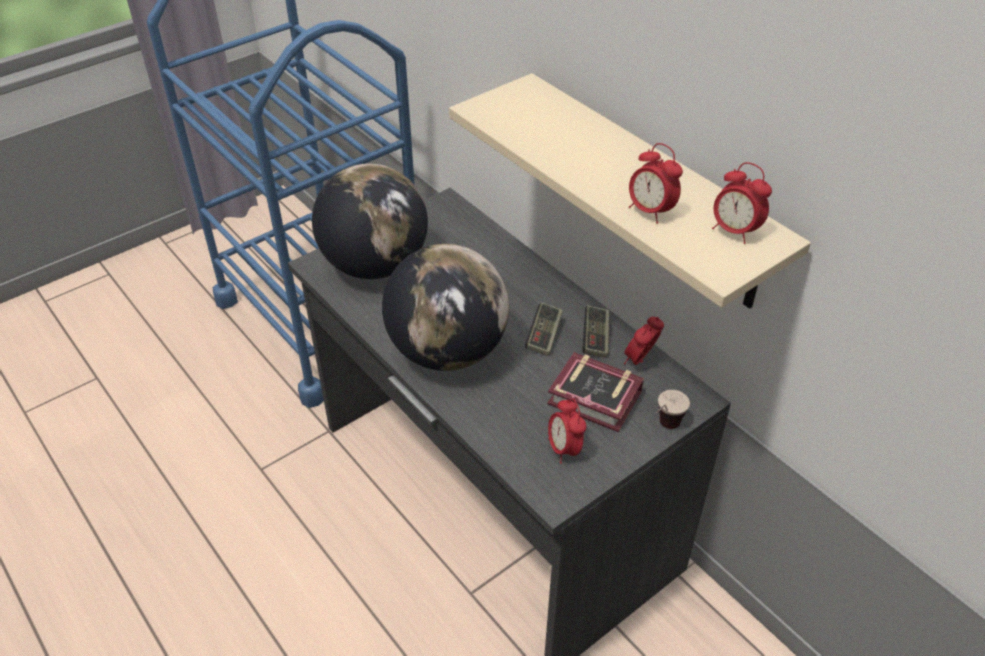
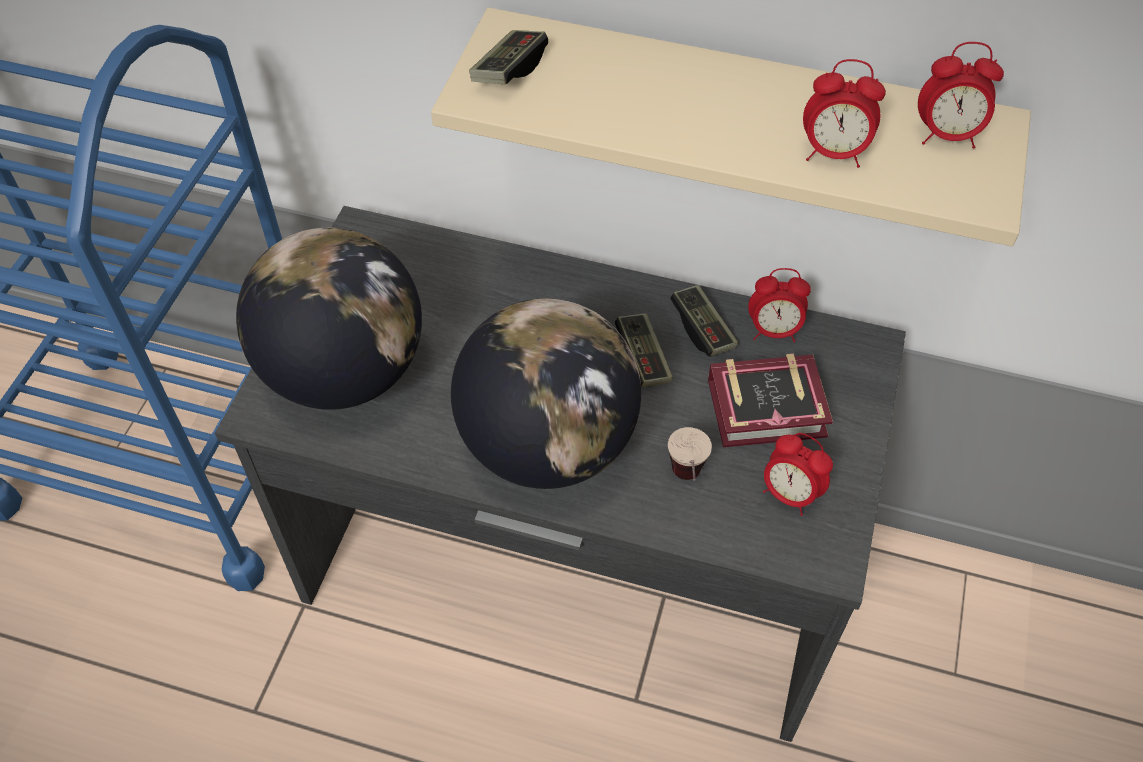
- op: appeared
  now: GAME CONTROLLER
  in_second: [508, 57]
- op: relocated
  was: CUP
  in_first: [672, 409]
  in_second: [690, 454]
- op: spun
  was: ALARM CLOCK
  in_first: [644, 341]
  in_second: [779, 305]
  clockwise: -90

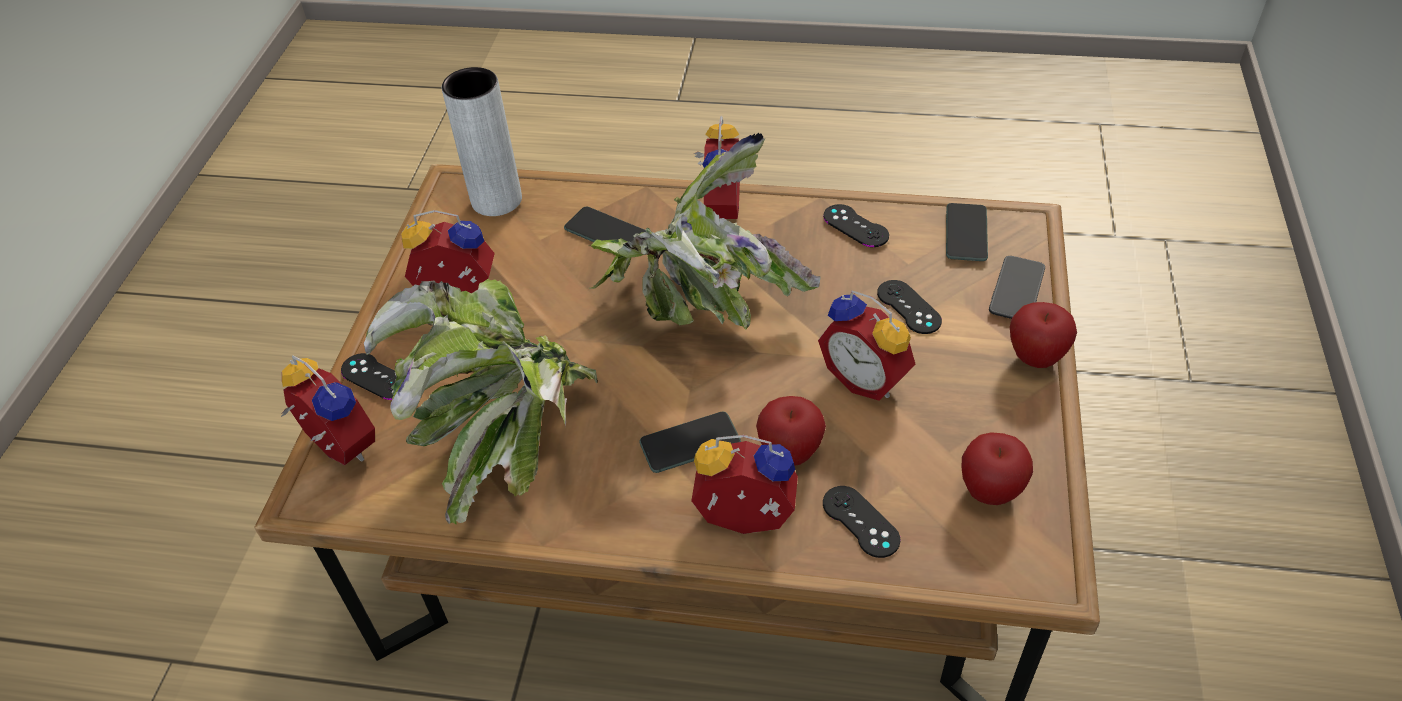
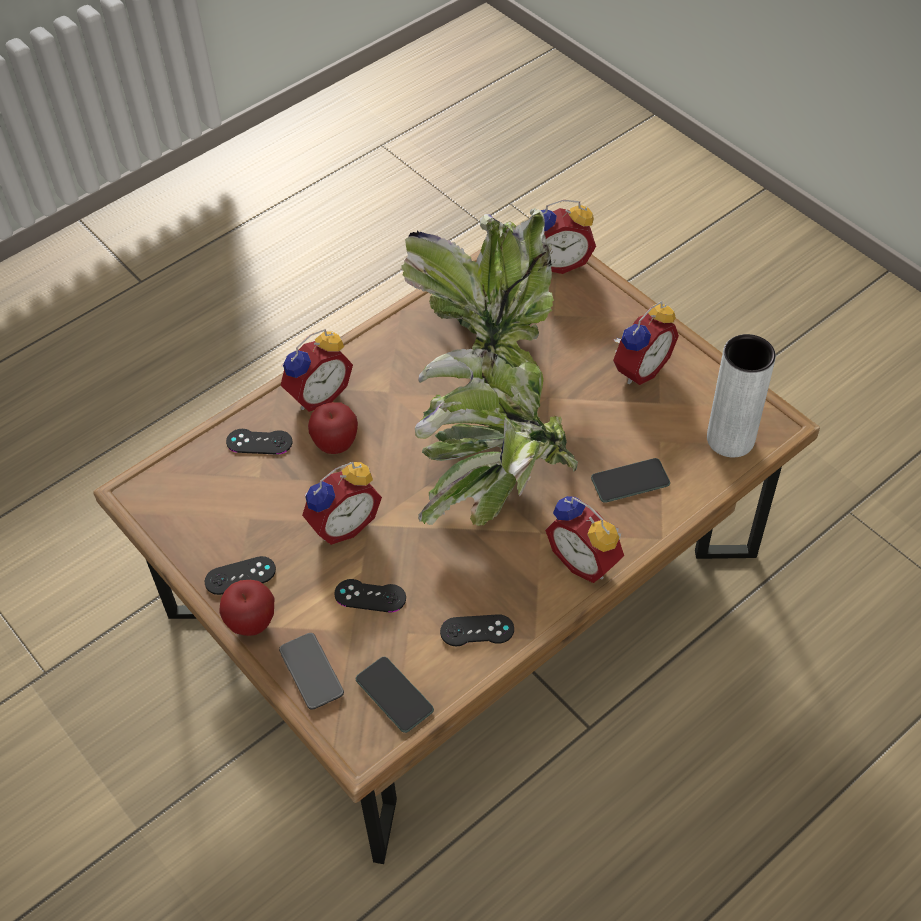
- op: missing
  was: PHONE
  in_first: [690, 442]
- op: missing
  was: APPLE
  in_first: [997, 468]
- op: relocated
  was: BLACK GAME CONTROLLER
  in_first: [369, 376]
  in_second: [240, 575]
- op: spun
  was: ALARM CLOCK
  in_first: [867, 345]
  in_second: [342, 503]
  clockwise: 150

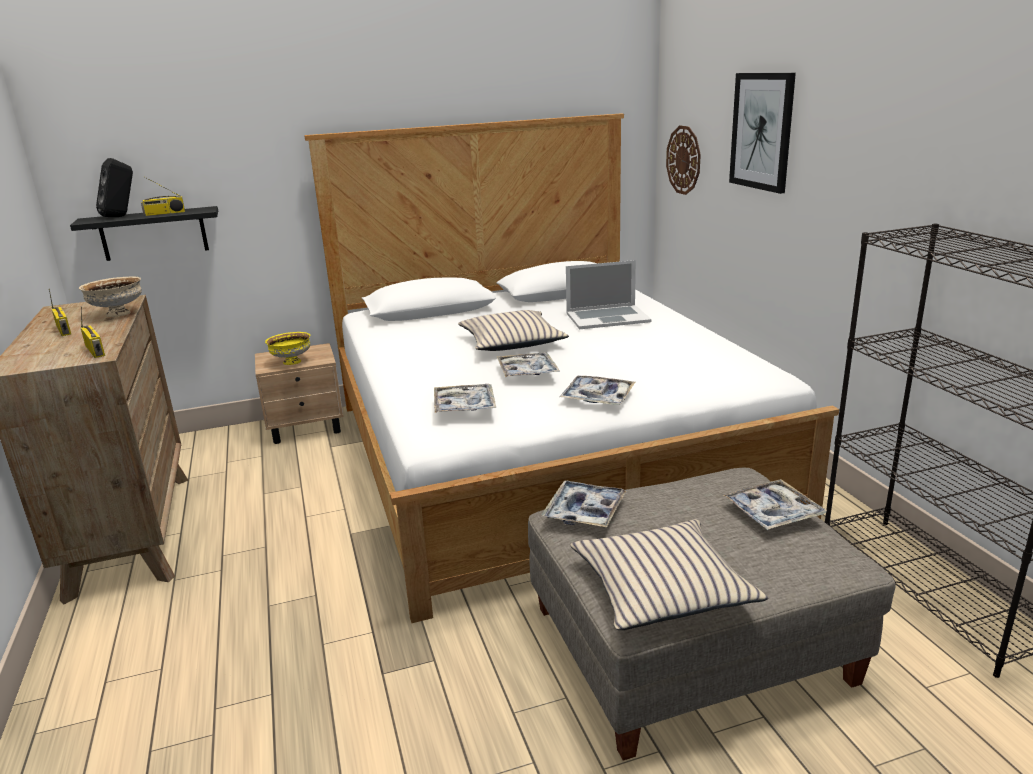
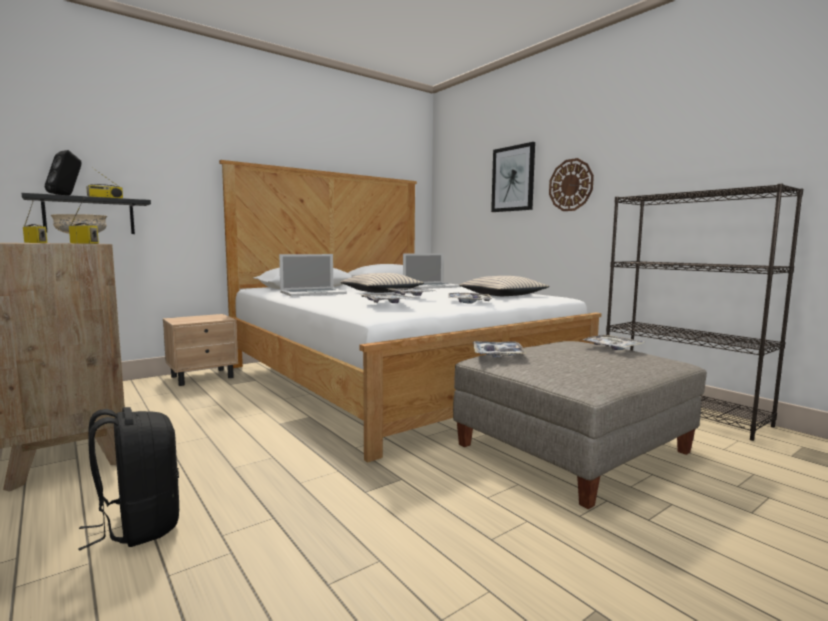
- op: missing
  was: YELLOW BOWL
  in_first: [287, 348]
- op: appeared
  now: BLACK BACKPACK
  in_second: [128, 479]
- op: appeared
  now: LAPTOP
  in_second: [313, 275]
- op: relocated
  was: BEIGE PILLOW
  in_first: [669, 574]
  in_second: [504, 286]
- op: relocated
  was: WALL CLOCK
  in_first: [683, 160]
  in_second: [571, 184]

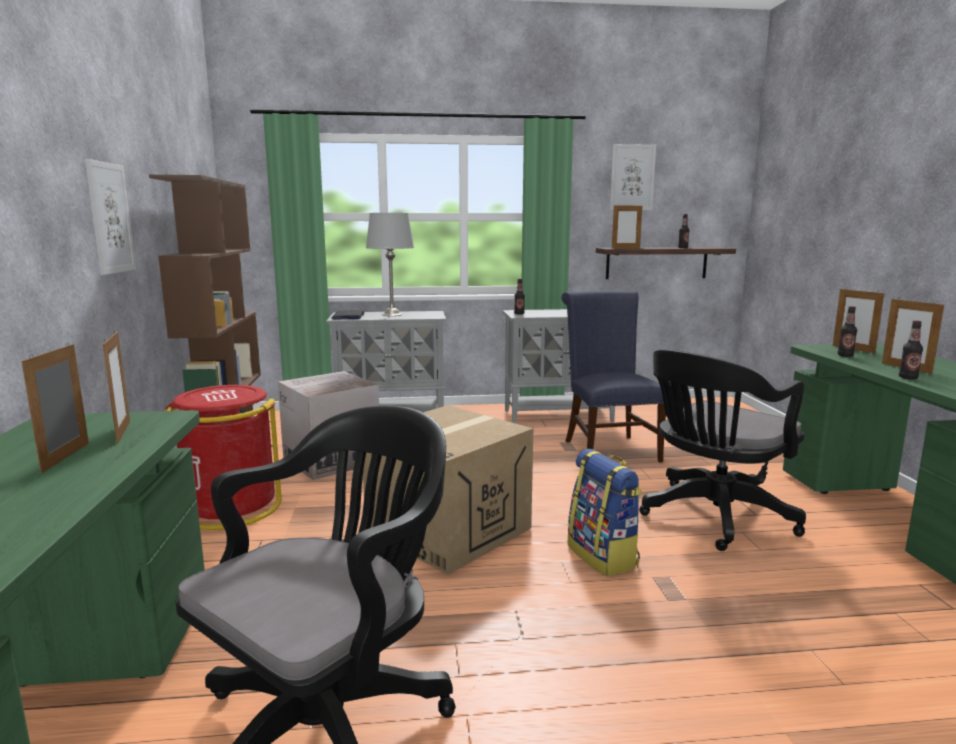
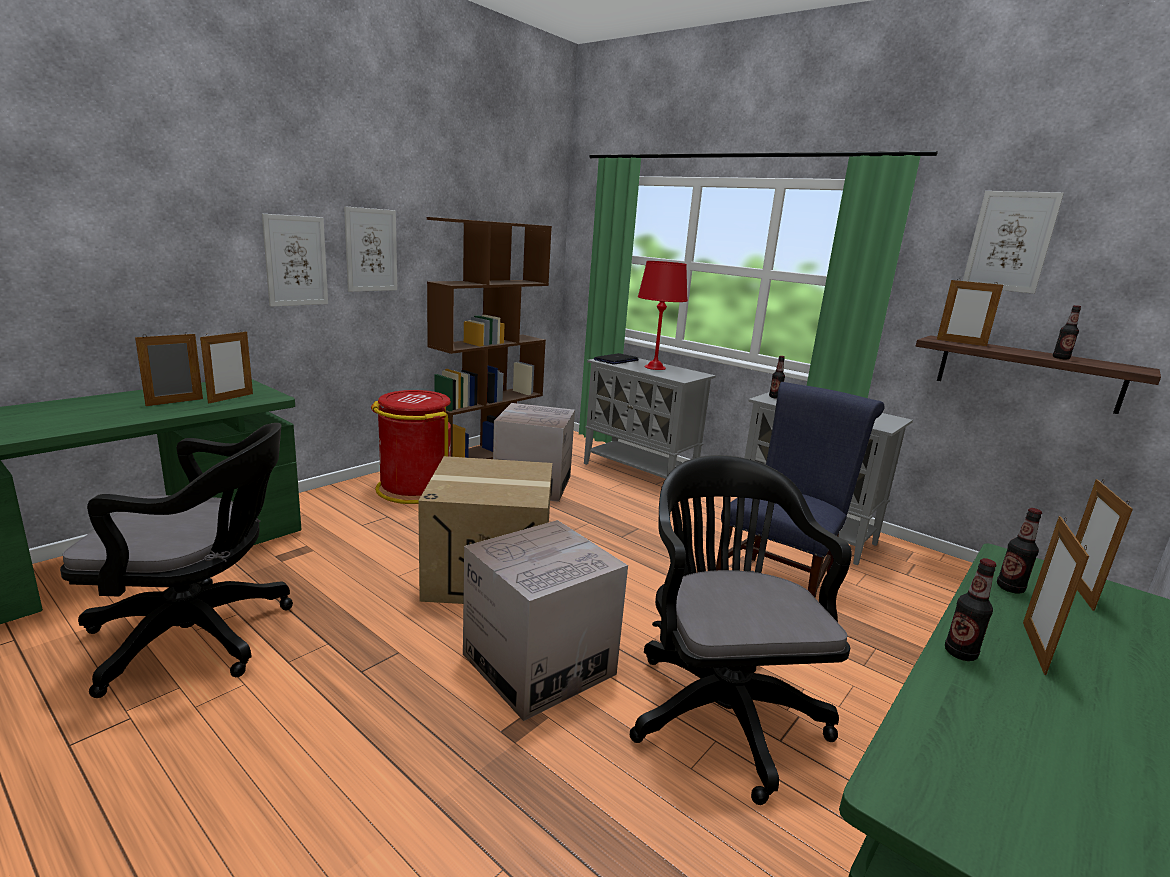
- op: appeared
  now: PICTURE
  in_second: [295, 260]
- op: exchanged
  was: BACKPACK
  now: CARDBOARD BOX
  in_first: [604, 513]
  in_second: [545, 620]
- op: colour
  was: GREY TABLE LAMP
  now: RED TABLE LAMP
  in_first: [390, 264]
  in_second: [663, 315]
- op: spun
  was: BLACK OFFICE CHAIR
  in_first: [722, 450]
  in_second: [741, 630]
  clockwise: 75

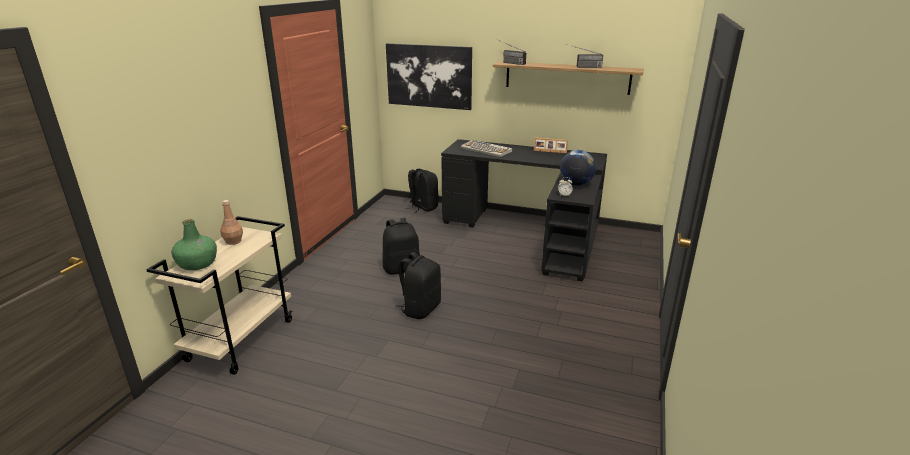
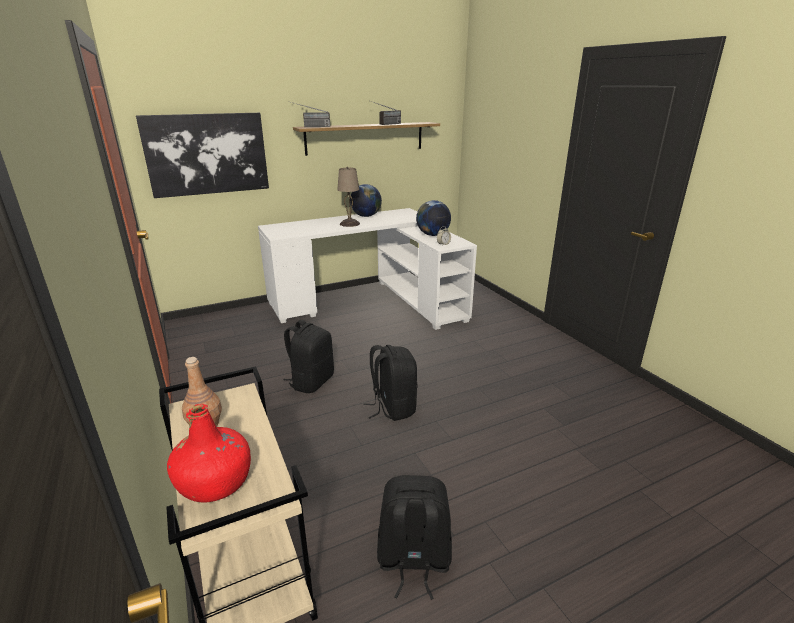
- op: missing
  was: KEYBOARD
  in_first: [486, 148]
- op: appeared
  now: BEIGE TABLE LAMP
  in_second: [348, 197]
- op: relocated
  was: BLACK BACKPACK
  in_first: [422, 191]
  in_second: [414, 537]
- op: exchanged
  was: PICTURE FRAME
  now: GLOBE
  in_first: [551, 145]
  in_second: [366, 200]
- op: colour
  was: GREEN BOTTLE
  now: RED BOTTLE
  in_first: [194, 244]
  in_second: [209, 453]
- op: colour
  was: BLACK DESK
  now: WHITE DESK
  in_first: [524, 210]
  in_second: [367, 269]

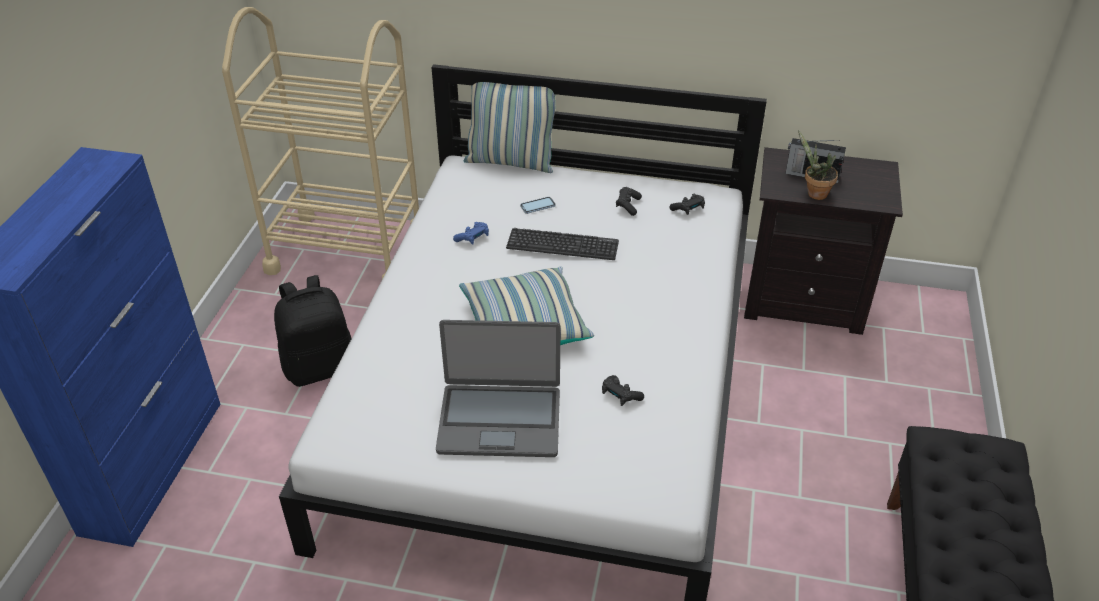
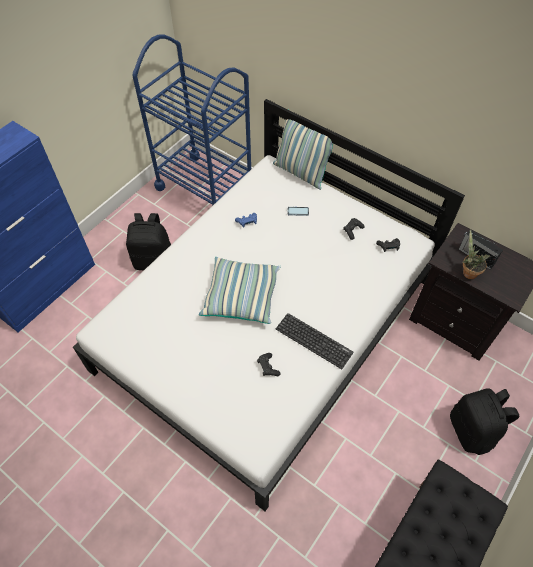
- op: missing
  was: LAPTOP
  in_first: [498, 388]
- op: appeared
  now: BLACK BACKPACK
  in_second: [484, 421]
- op: relocated
  was: KEYBOARD
  in_first: [562, 244]
  in_second: [314, 341]
- op: colour
  was: BEIGE CART
  now: BLUE CART
  in_first: [320, 143]
  in_second: [191, 120]

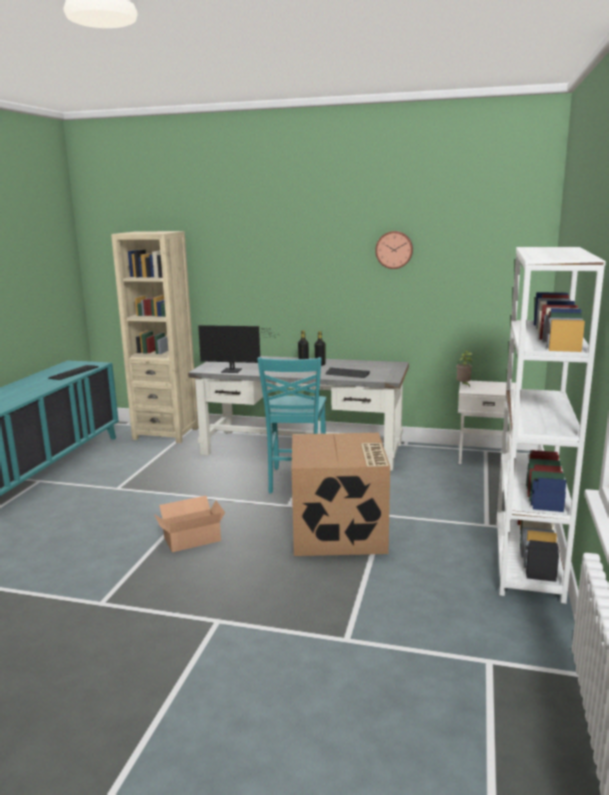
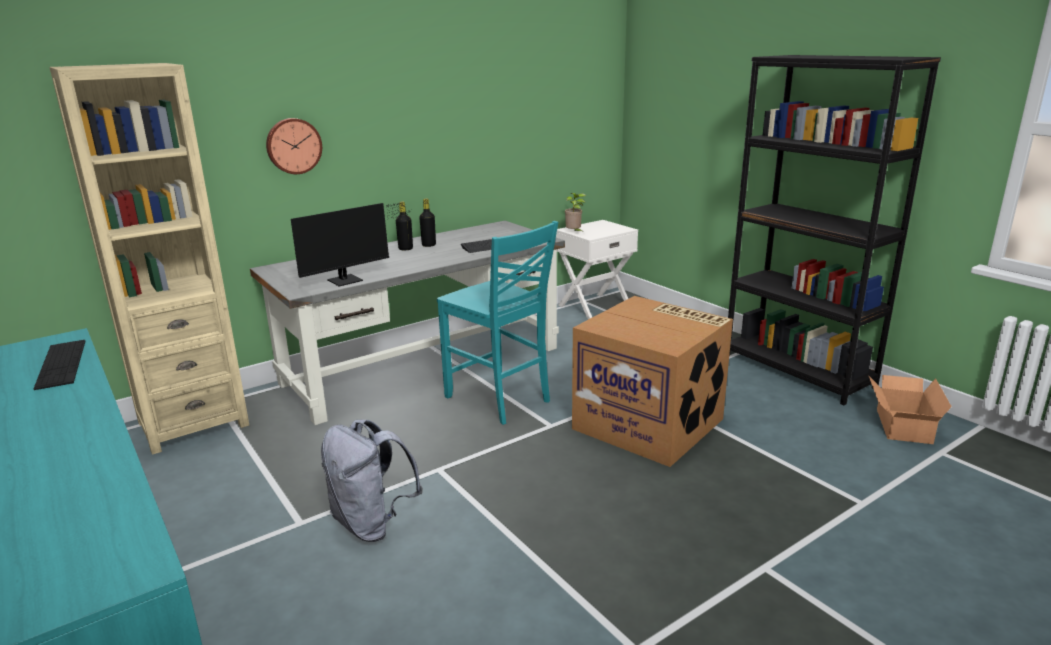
- op: appeared
  now: GREY BACKPACK
  in_second: [372, 480]
- op: relocated
  was: CARDBOARD BOX
  in_first: [189, 523]
  in_second: [910, 409]
- op: relocated
  was: WALL CLOCK
  in_first: [394, 250]
  in_second: [294, 146]
- op: colour
  was: WHITE BOOKCASE
  now: BLACK BOOKCASE
  in_first: [551, 425]
  in_second: [834, 230]

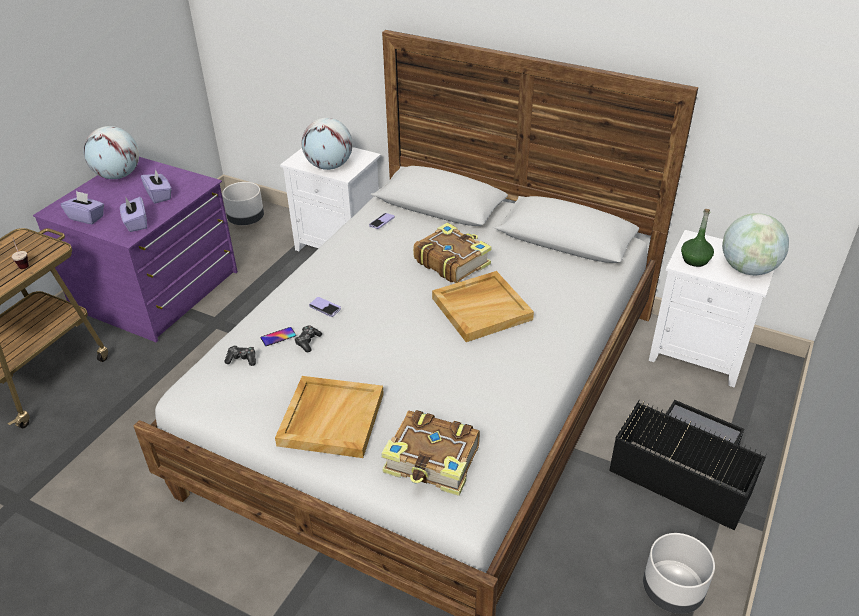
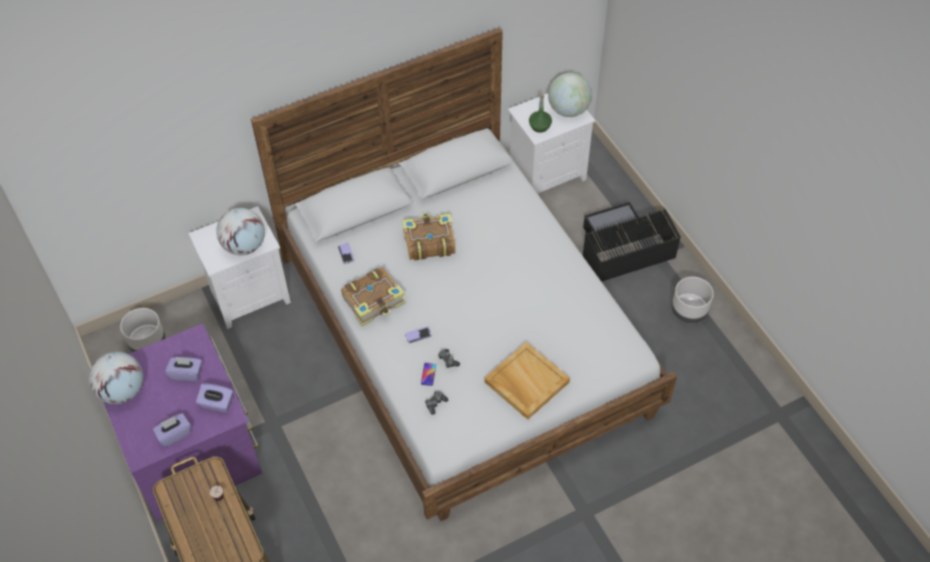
- op: missing
  was: BEIGE TRAY
  in_first: [483, 306]
- op: relocated
  was: BOOK
  in_first: [430, 453]
  in_second: [373, 296]

